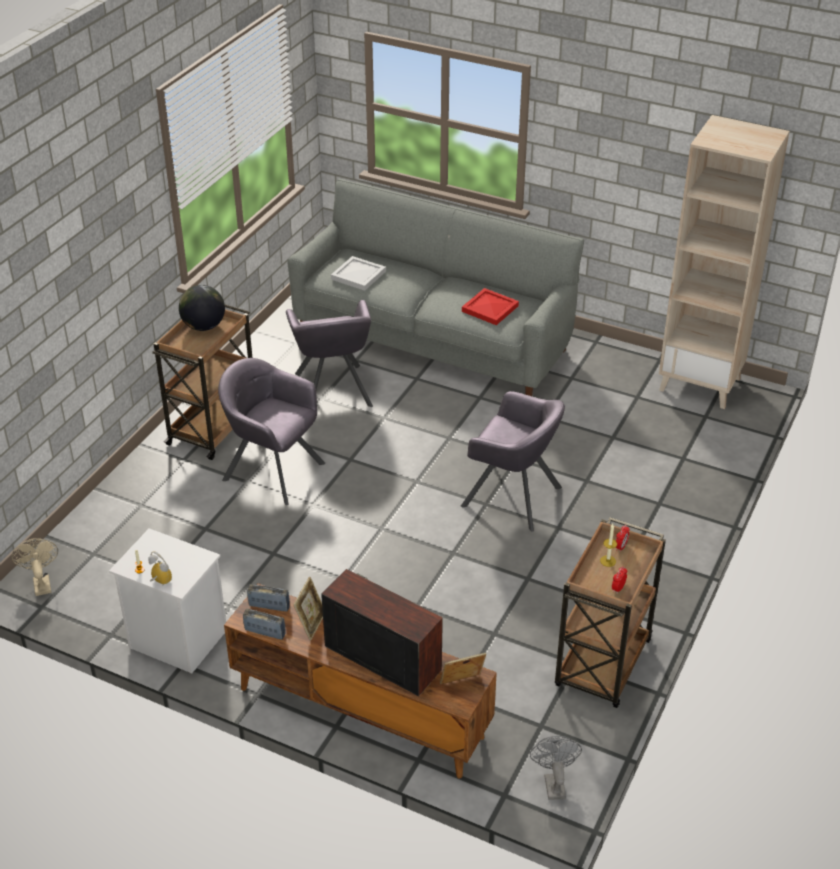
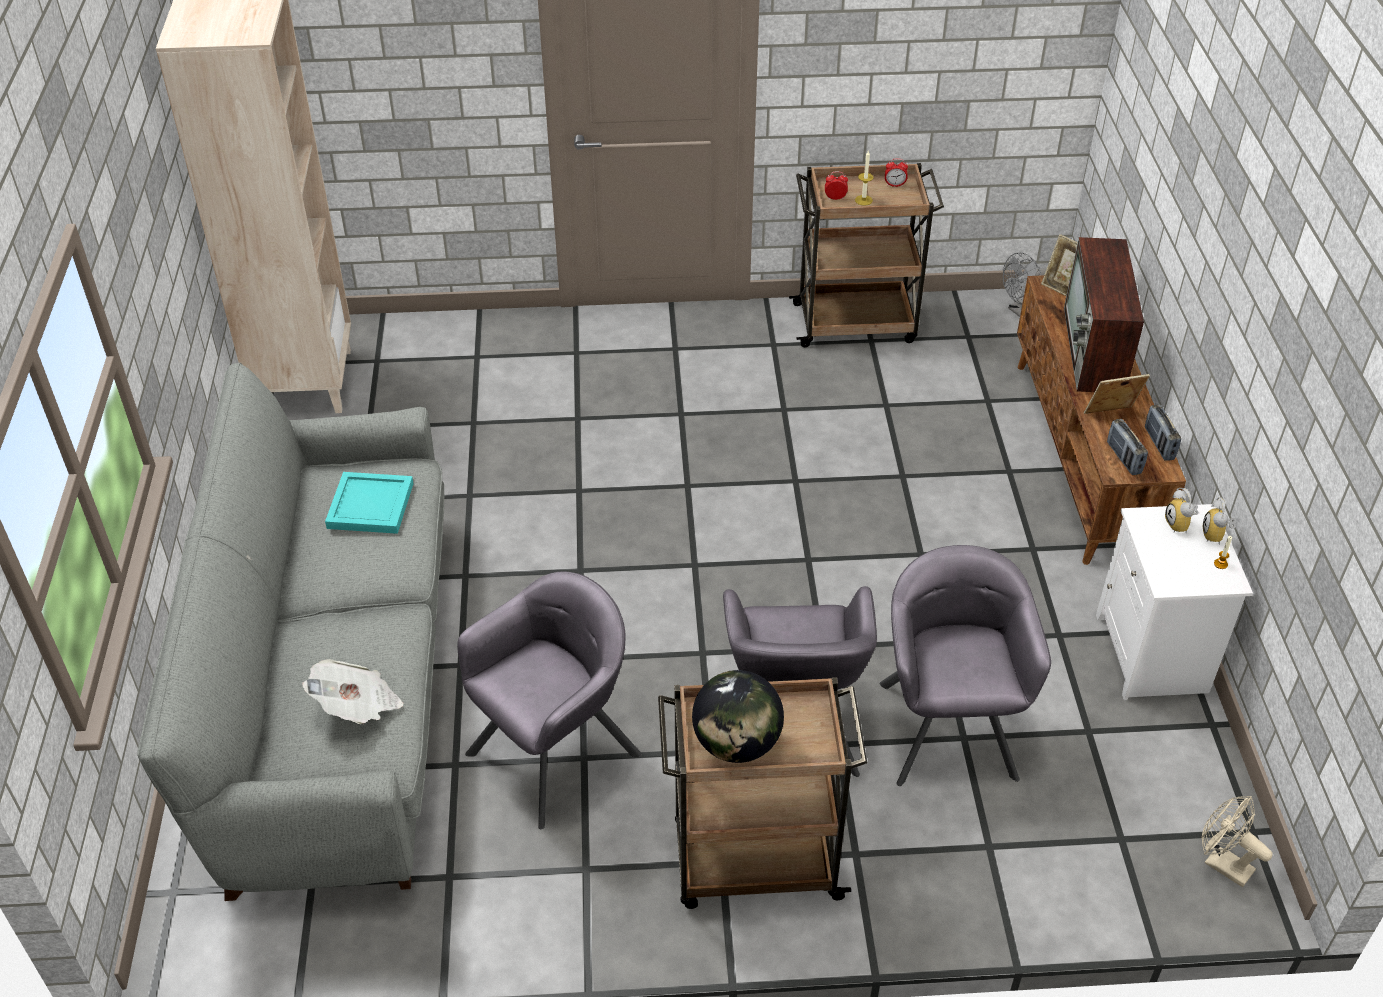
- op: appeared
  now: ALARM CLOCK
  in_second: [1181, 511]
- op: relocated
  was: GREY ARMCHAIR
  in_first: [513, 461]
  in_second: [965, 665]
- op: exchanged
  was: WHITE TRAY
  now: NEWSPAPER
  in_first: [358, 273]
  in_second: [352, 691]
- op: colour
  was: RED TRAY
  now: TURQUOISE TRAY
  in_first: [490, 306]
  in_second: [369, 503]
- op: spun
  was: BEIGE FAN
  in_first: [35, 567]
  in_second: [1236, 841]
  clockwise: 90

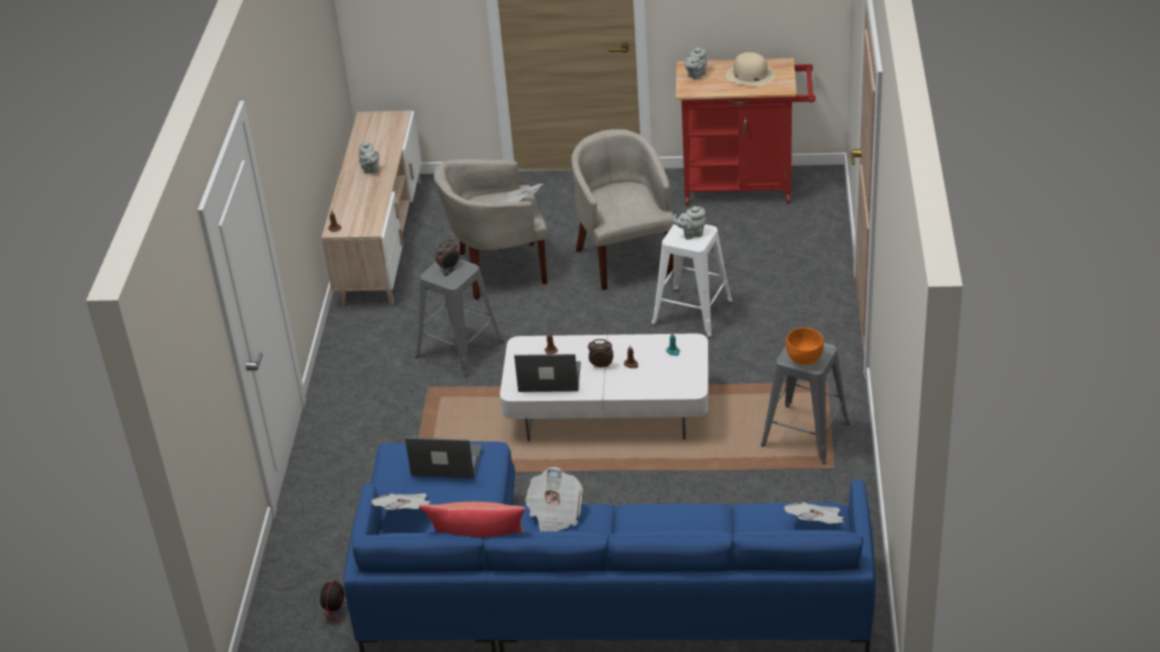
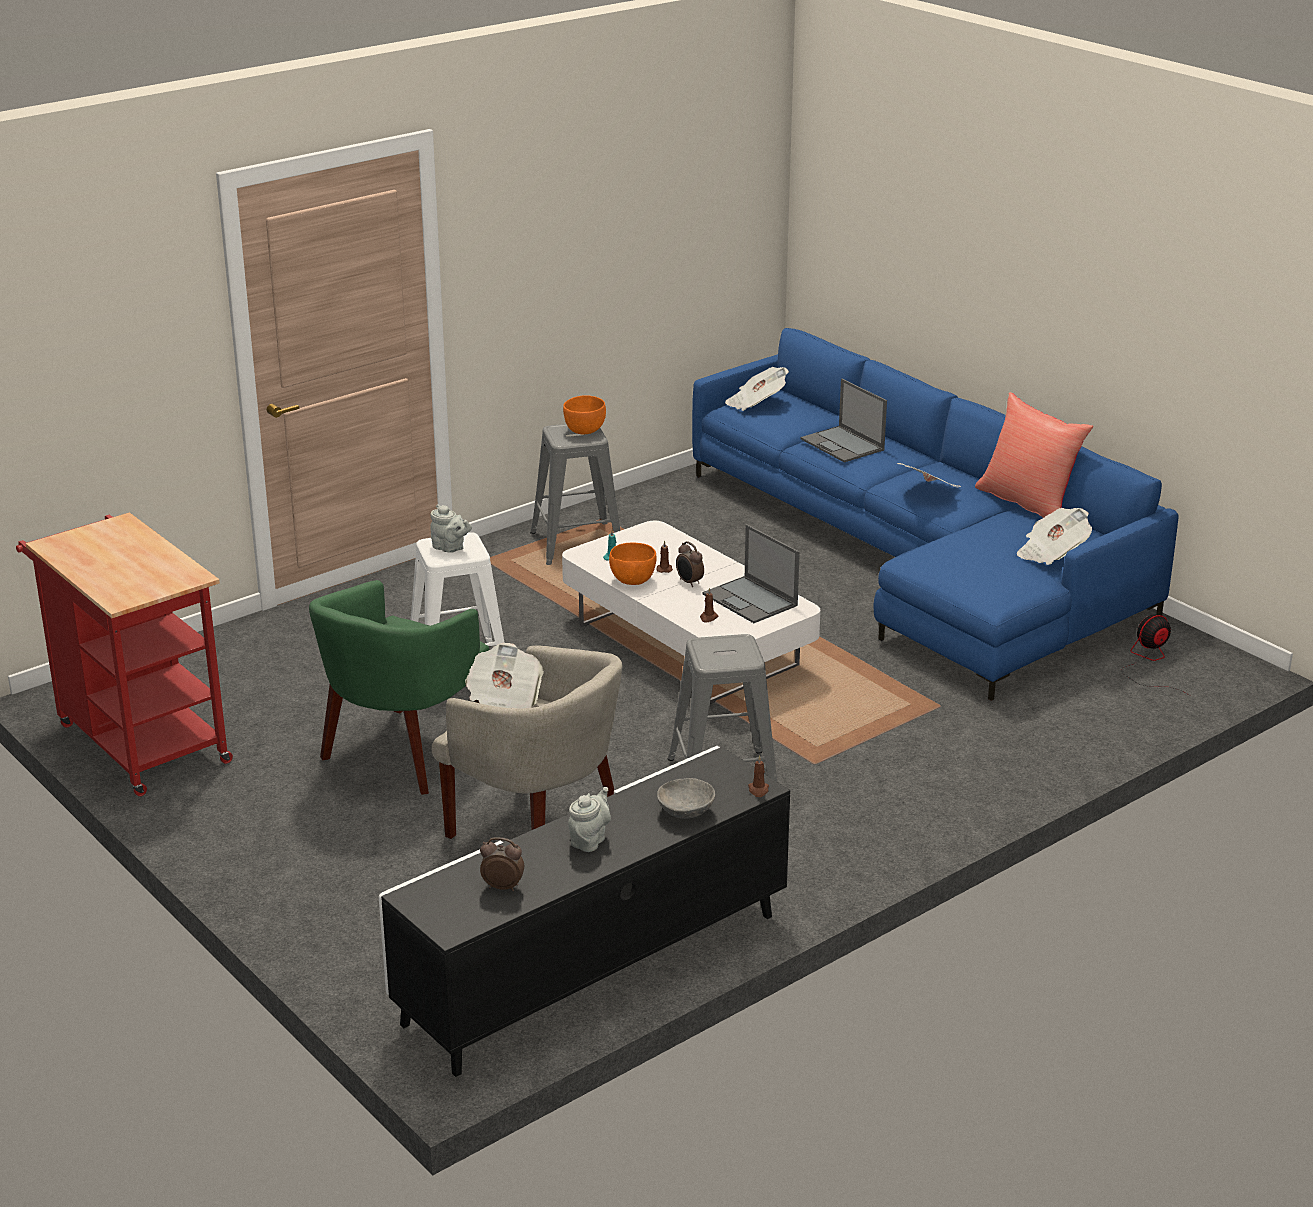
- op: missing
  was: GREY TEAPOT
  in_first: [695, 63]
- op: missing
  was: BEIGE HAT
  in_first: [750, 69]
- op: appeared
  now: ORANGE BOWL
  in_second: [633, 563]
- op: appeared
  now: GREY BOWL
  in_second: [686, 798]
- op: relocated
  was: LAPTOP
  in_first: [443, 457]
  in_second: [844, 421]
- op: relocated
  was: ALARM CLOCK
  in_first: [447, 255]
  in_second: [502, 864]
- op: colour
  was: BEIGE TV STAND
  now: BLACK TV STAND
  in_first: [371, 207]
  in_second: [584, 911]
- op: colour
  was: BEIGE ARMCHAIR
  now: GREEN ARMCHAIR
  in_first: [622, 209]
  in_second: [399, 687]

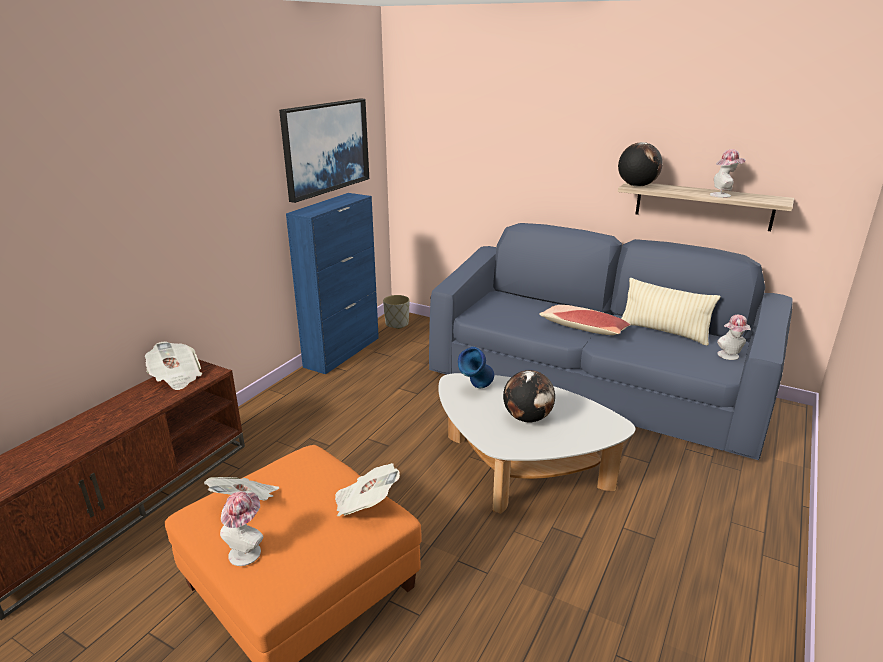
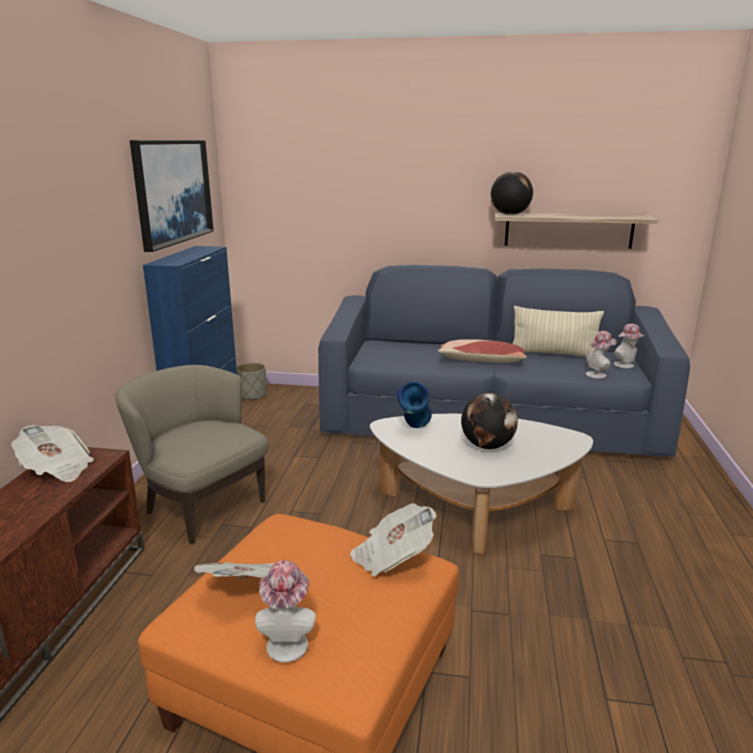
- op: appeared
  now: BEIGE ARMCHAIR
  in_second: [192, 454]
- op: relocated
  was: HAT
  in_first: [727, 173]
  in_second: [601, 355]

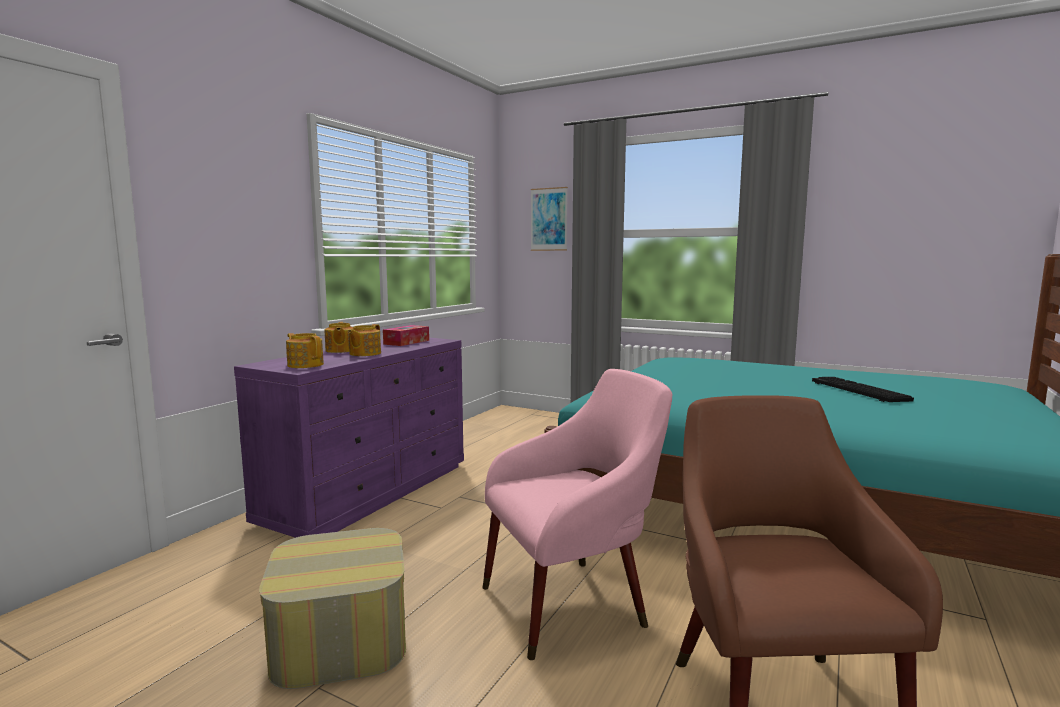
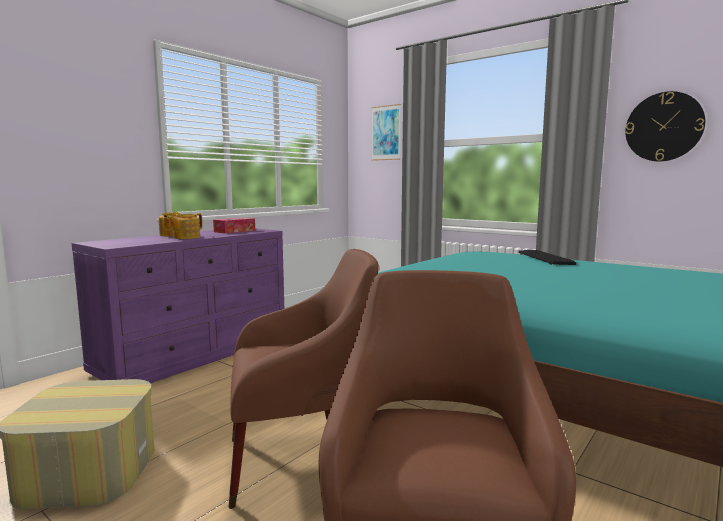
- op: missing
  was: TEAPOT
  in_first: [305, 350]
- op: appeared
  now: WALL CLOCK
  in_second: [665, 126]
- op: relocated
  was: KEYBOARD
  in_first: [863, 389]
  in_second: [547, 257]
- op: colour
  was: PINK ARMCHAIR
  now: BROWN ARMCHAIR
  in_first: [577, 514]
  in_second: [304, 379]

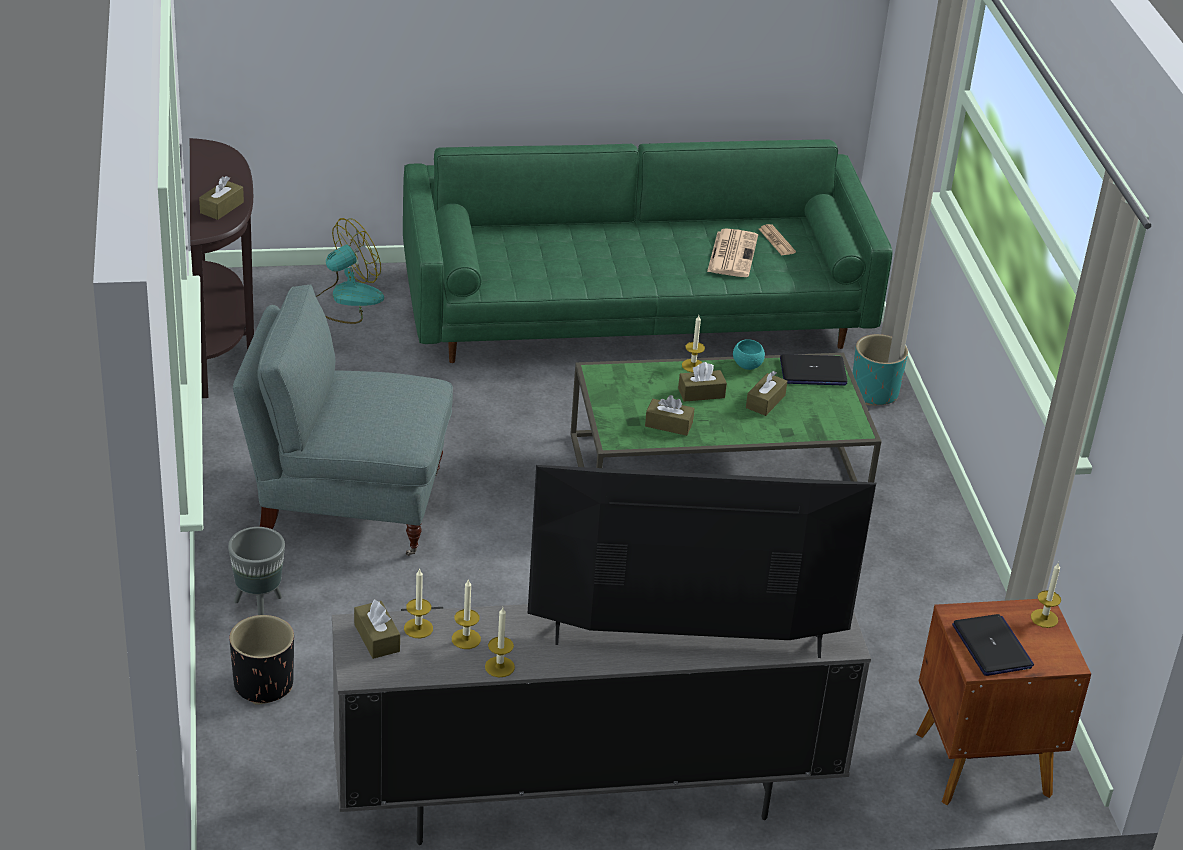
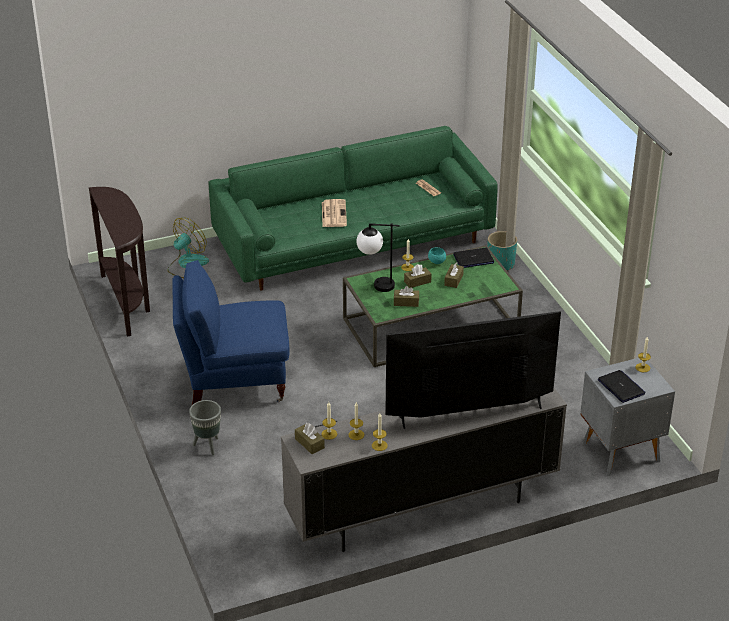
- op: missing
  was: BROWN TISSUE BOX
  in_first: [221, 198]
- op: missing
  was: BLACK PLANTER
  in_first: [261, 660]
- op: appeared
  now: TABLE LAMP
  in_second: [378, 257]
- op: relocated
  was: NEWSPAPER
  in_first: [732, 252]
  in_second: [334, 213]
- op: colour
  was: GREY ARMCHAIR
  now: BLUE ARMCHAIR
  in_first: [343, 420]
  in_second: [231, 333]
- op: colour
  was: BROWN NIGHTSTAND
  now: GREY NIGHTSTAND
  in_first: [1003, 702]
  in_second: [627, 417]

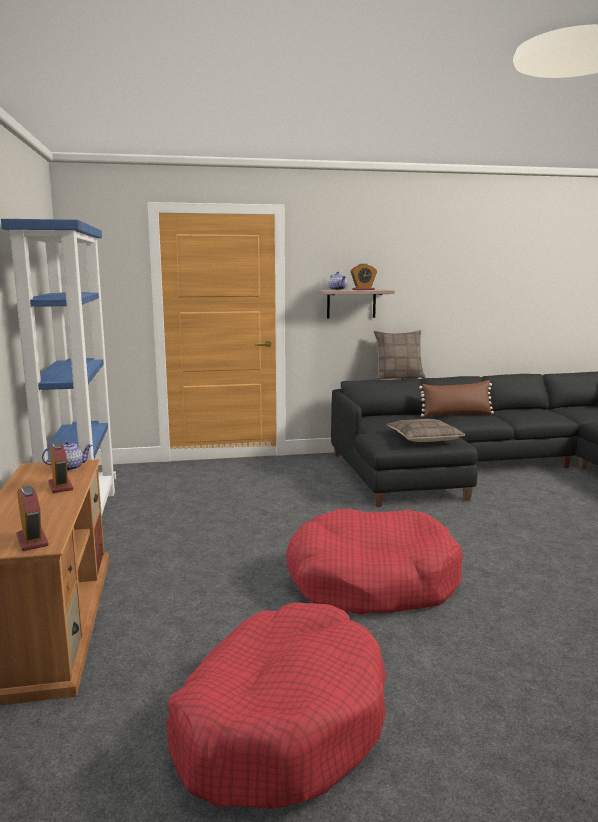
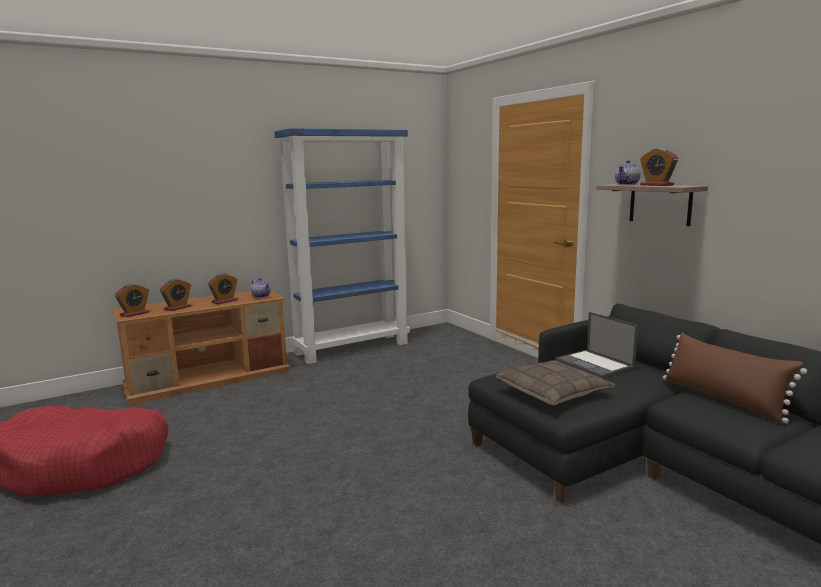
- op: missing
  was: RED DOG BED
  in_first: [374, 561]
- op: missing
  was: PILLOW
  in_first: [400, 355]
- op: appeared
  now: ALARM CLOCK
  in_second: [176, 295]
- op: appeared
  now: LAPTOP
  in_second: [596, 345]

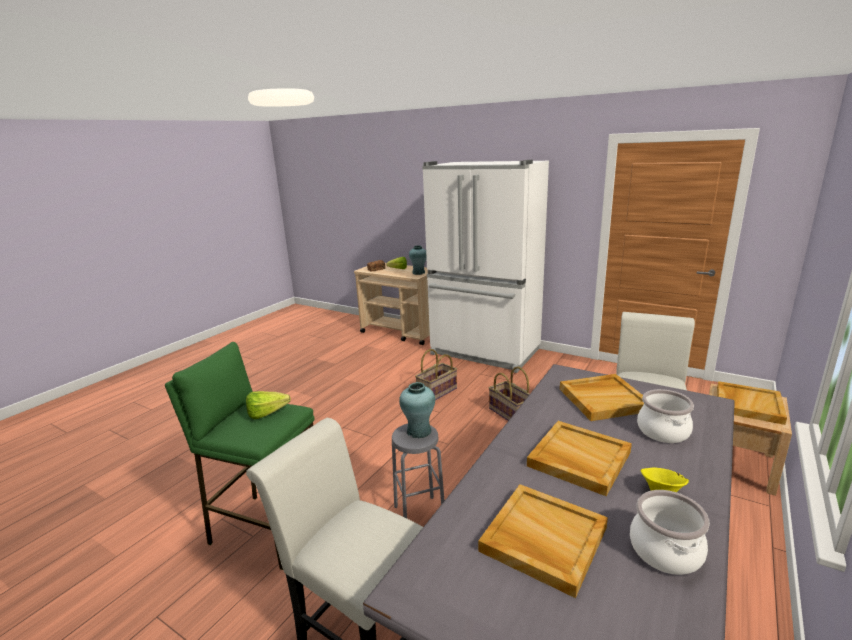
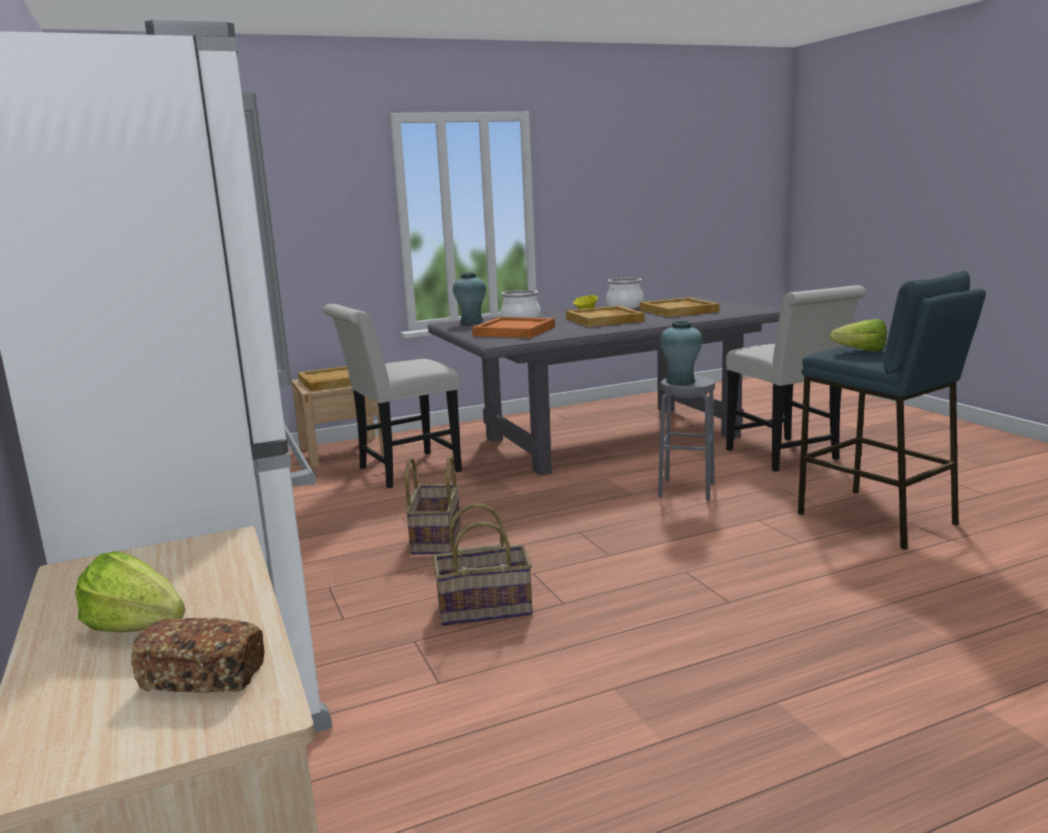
- op: relocated
  was: TURQUOISE VASE
  in_first: [418, 260]
  in_second: [469, 299]
- op: colour
  was: GREEN STOOL
  now: BLUE STOOL
  in_first: [239, 456]
  in_second: [892, 410]
- op: colour
  was: BEIGE TRAY
  now: ORANGE TRAY
  in_first: [602, 397]
  in_second: [513, 327]

